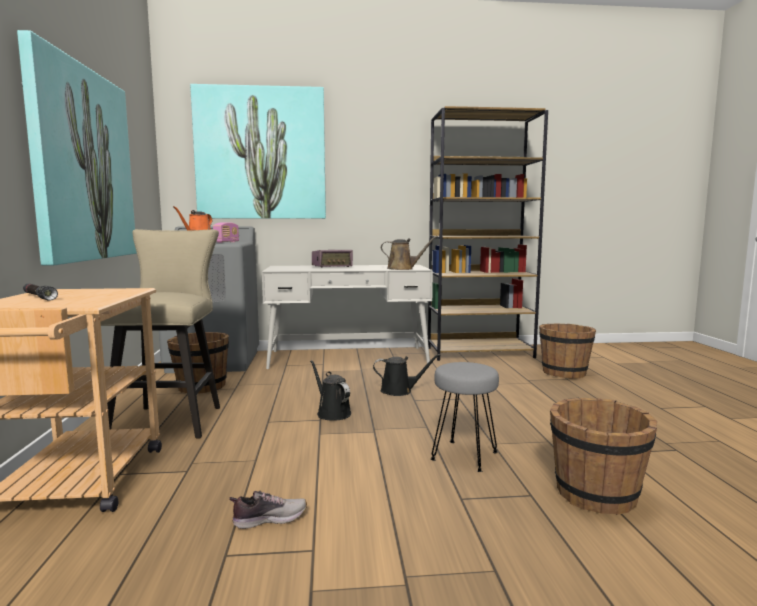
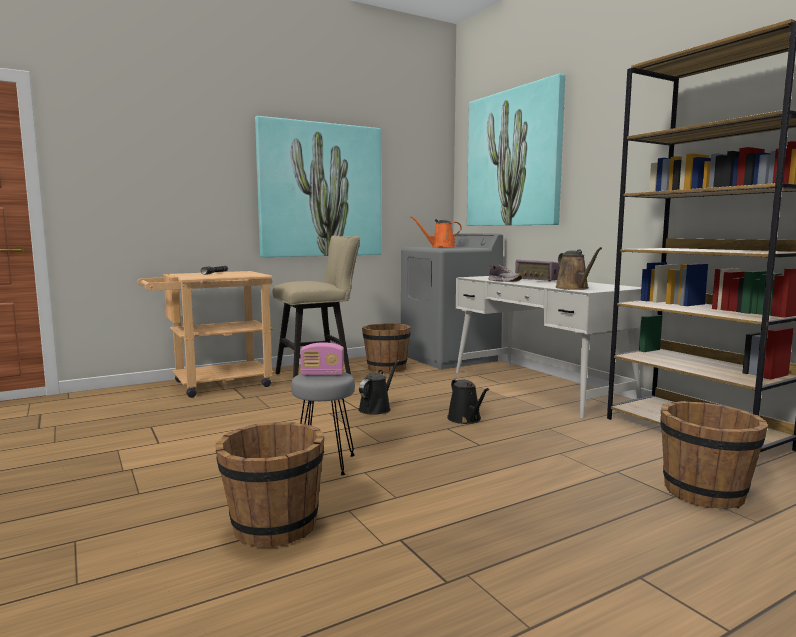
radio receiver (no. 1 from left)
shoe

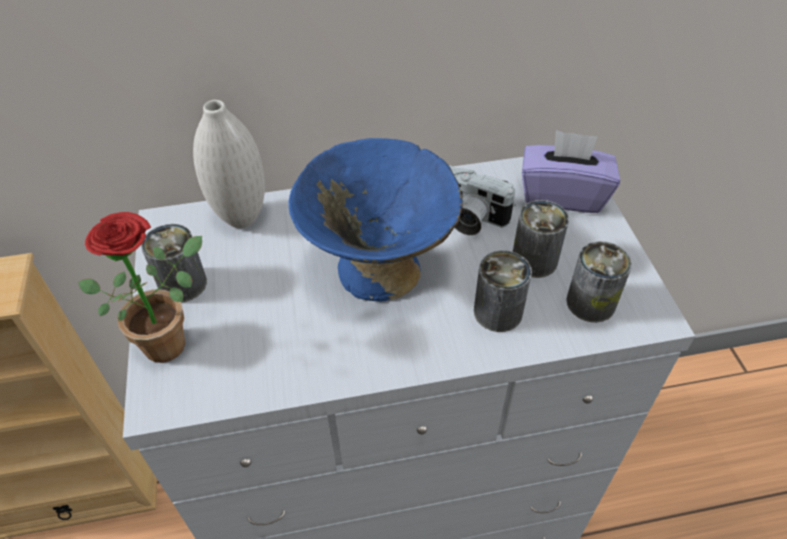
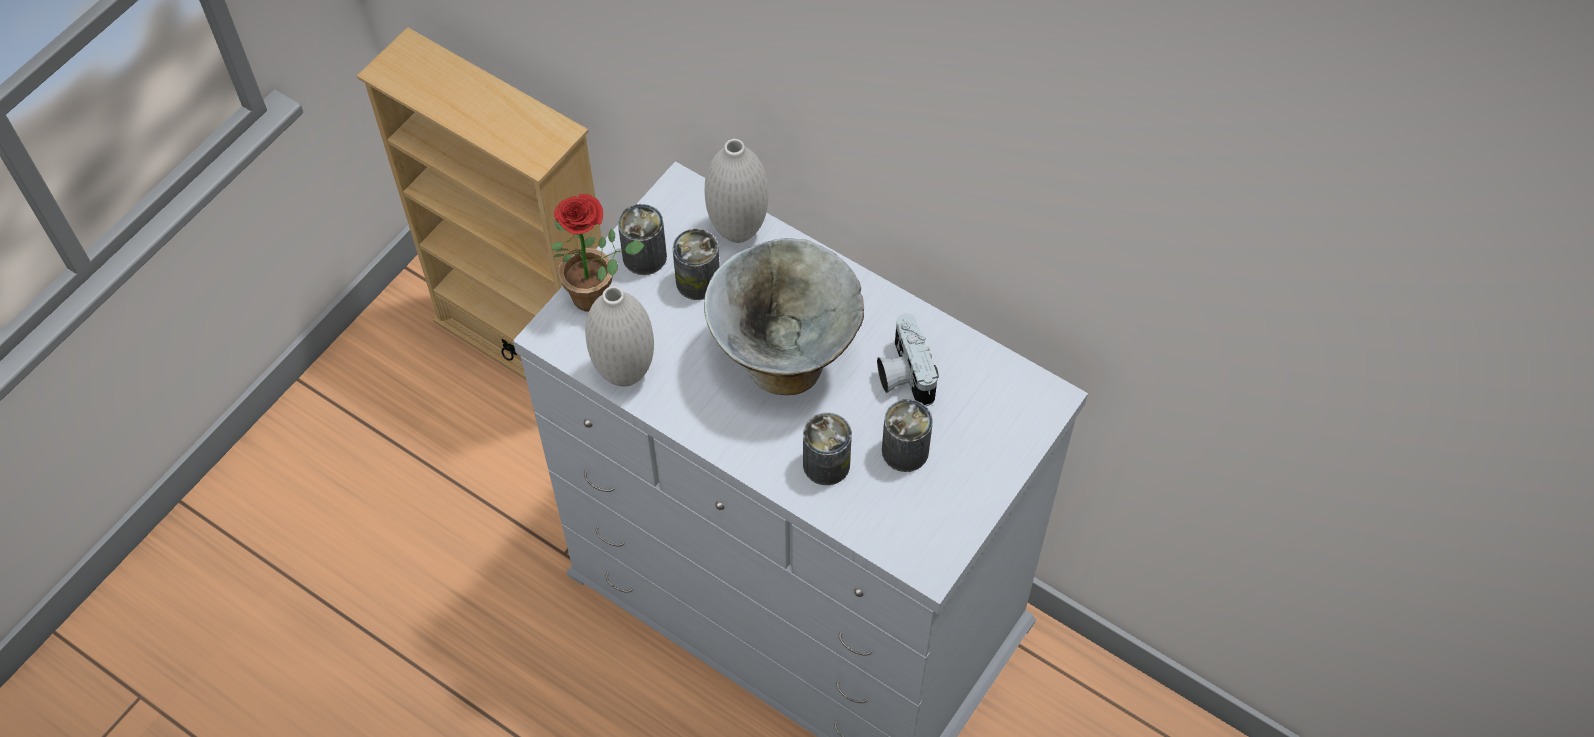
flower vase (whitish) (no. 1 from left)
metal can (no. 2 from left)
bowl (grey)
box of tissues (purple-coloured)

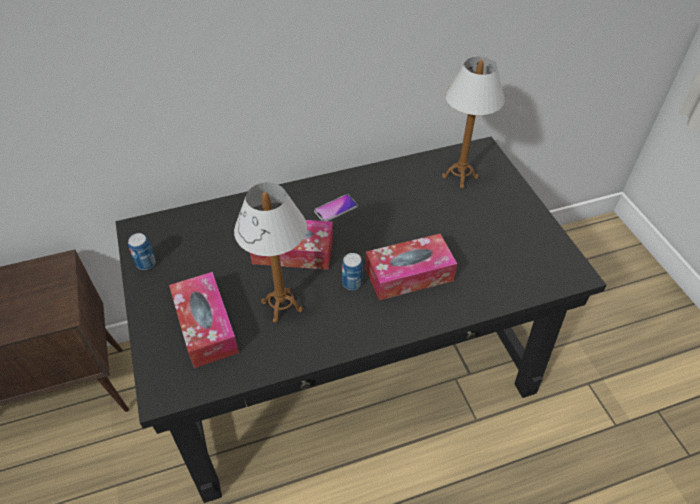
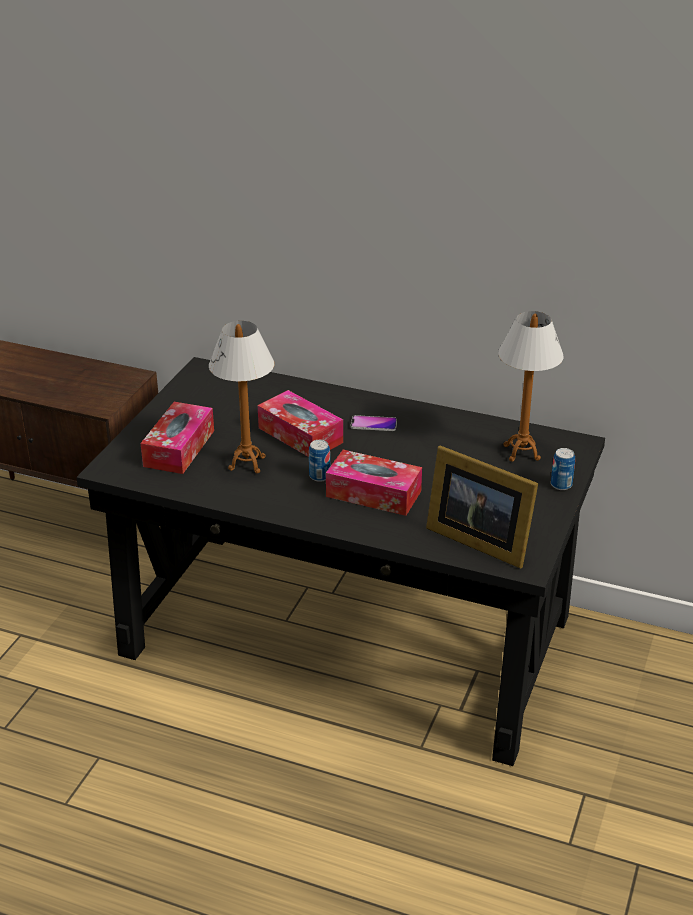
standing frame
metal can (no. 2 from left)

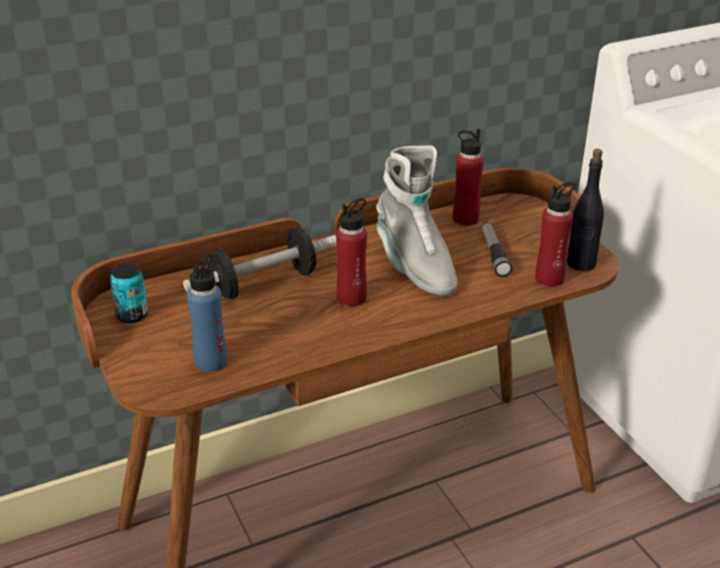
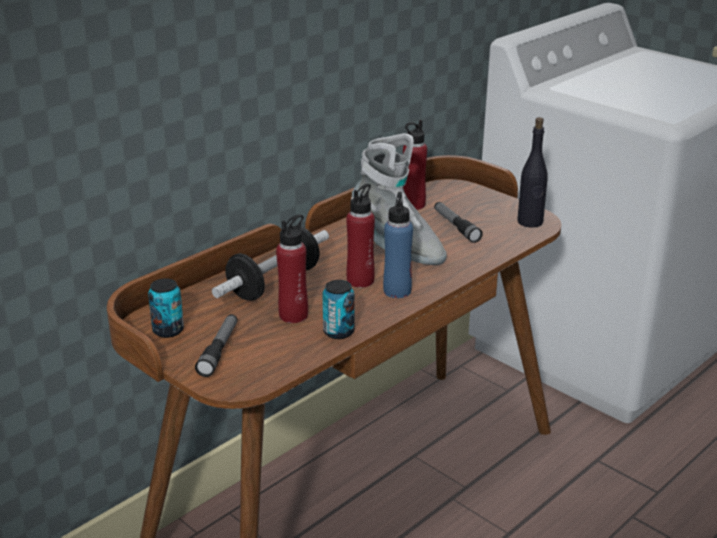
hand torch (no. 1 from left)
beverage bottle (red-coloured) (no. 1 from left)
metal can (no. 2 from left)
beverage bottle (blue)

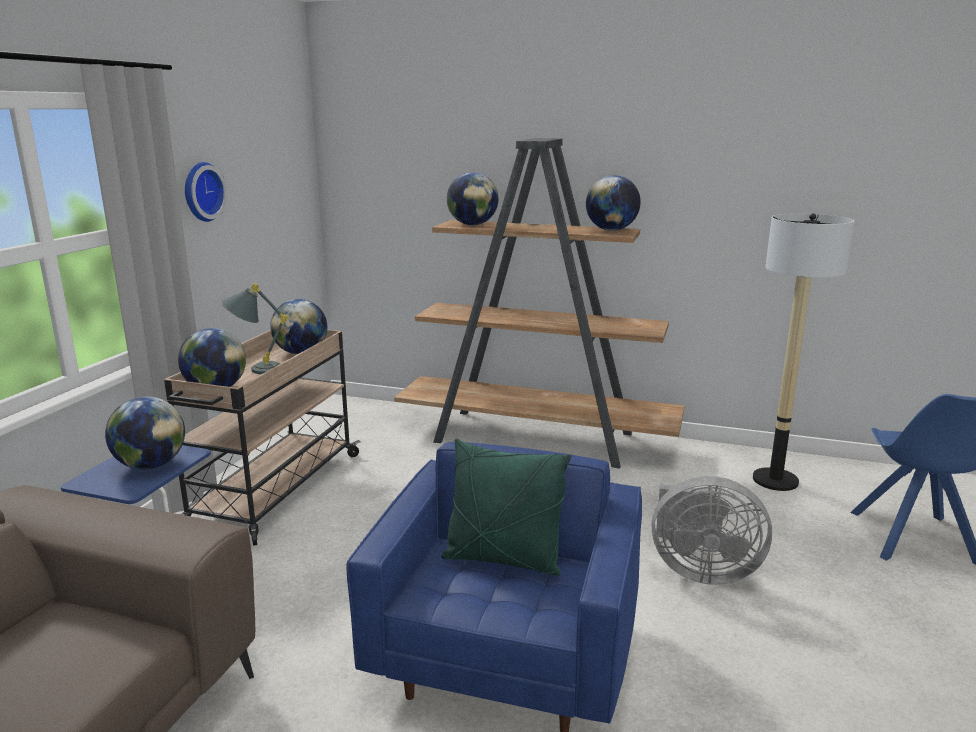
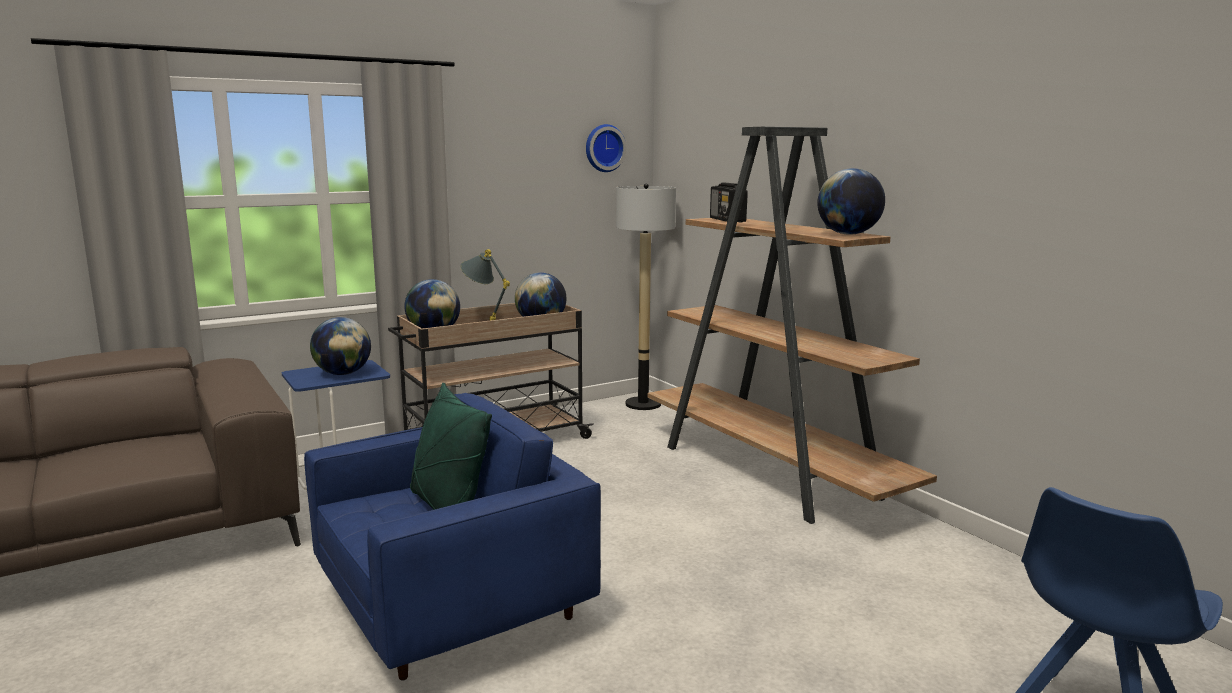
clock on the wall
standing lamp
radio receiver
electric fan (grey)

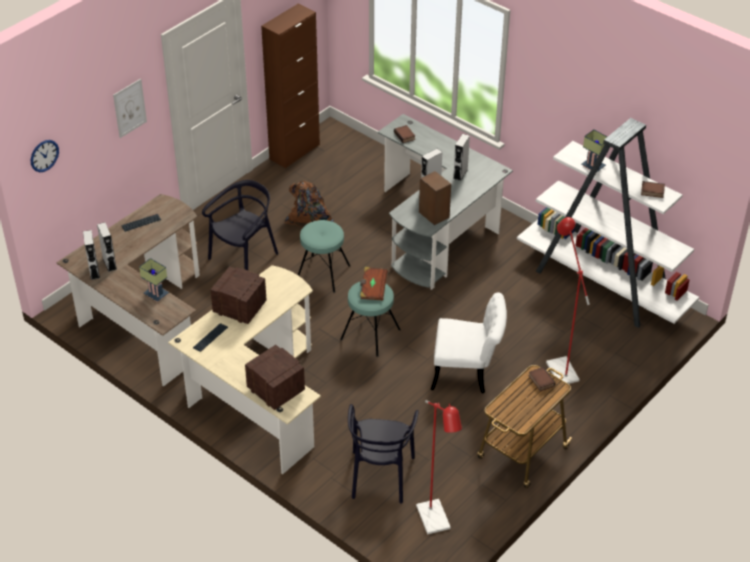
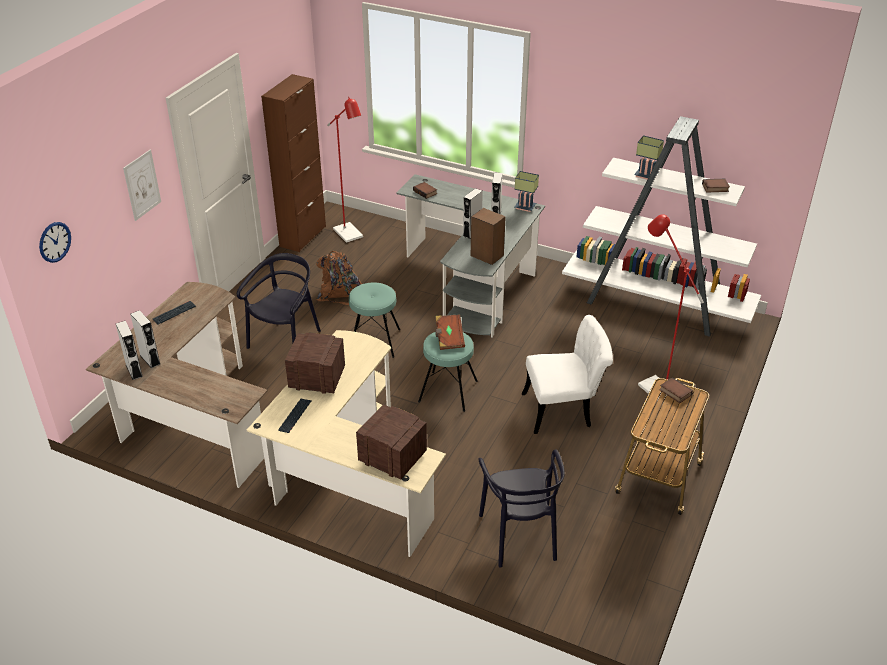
standing lamp (red-coloured) (no. 1 from left)
lamp for a table (no. 1 from left)

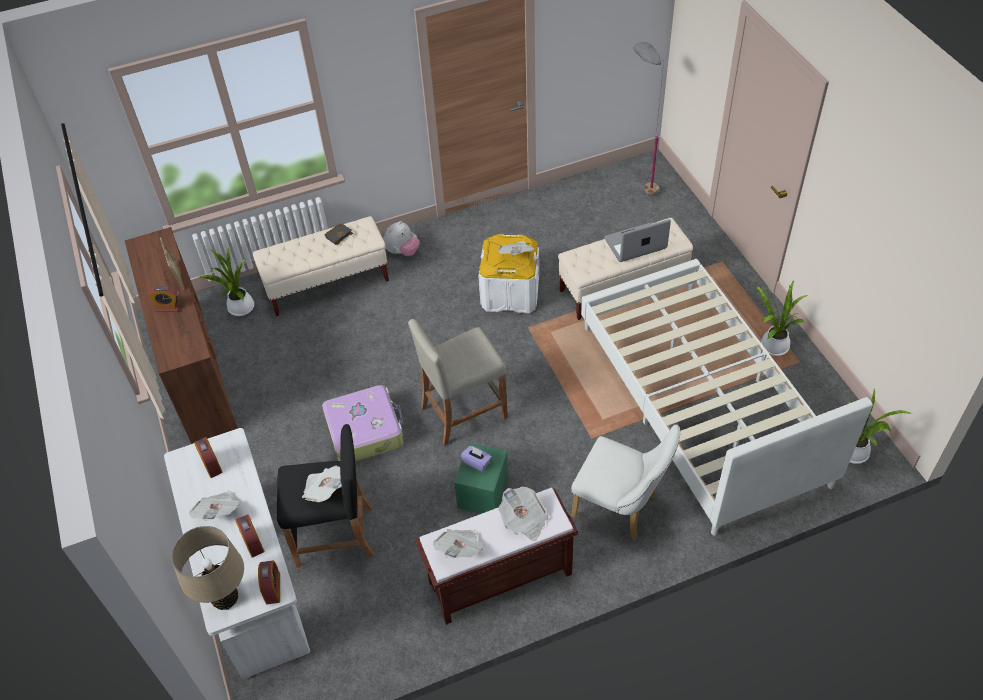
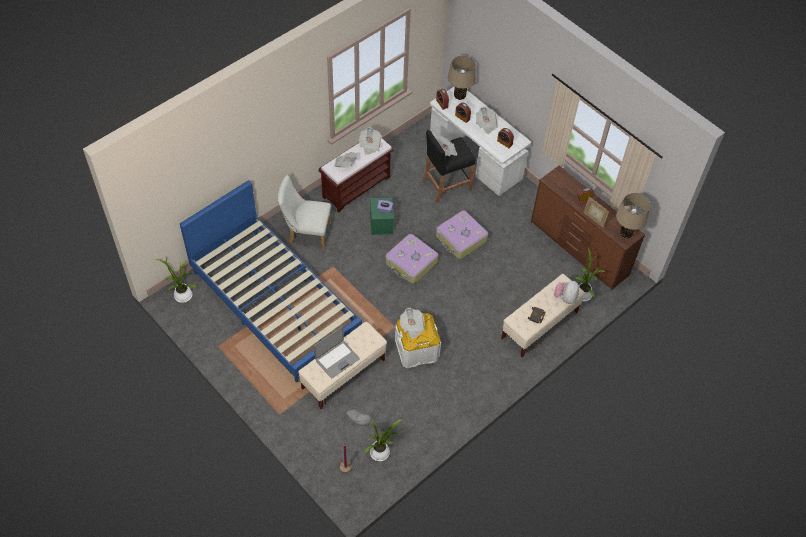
bedroom bed (blue)
plant in a pot (no. 2 from left)
travel case (no. 1 from left)
cuddly toy
lamp for a table (beige-coloured) (no. 2 from left)

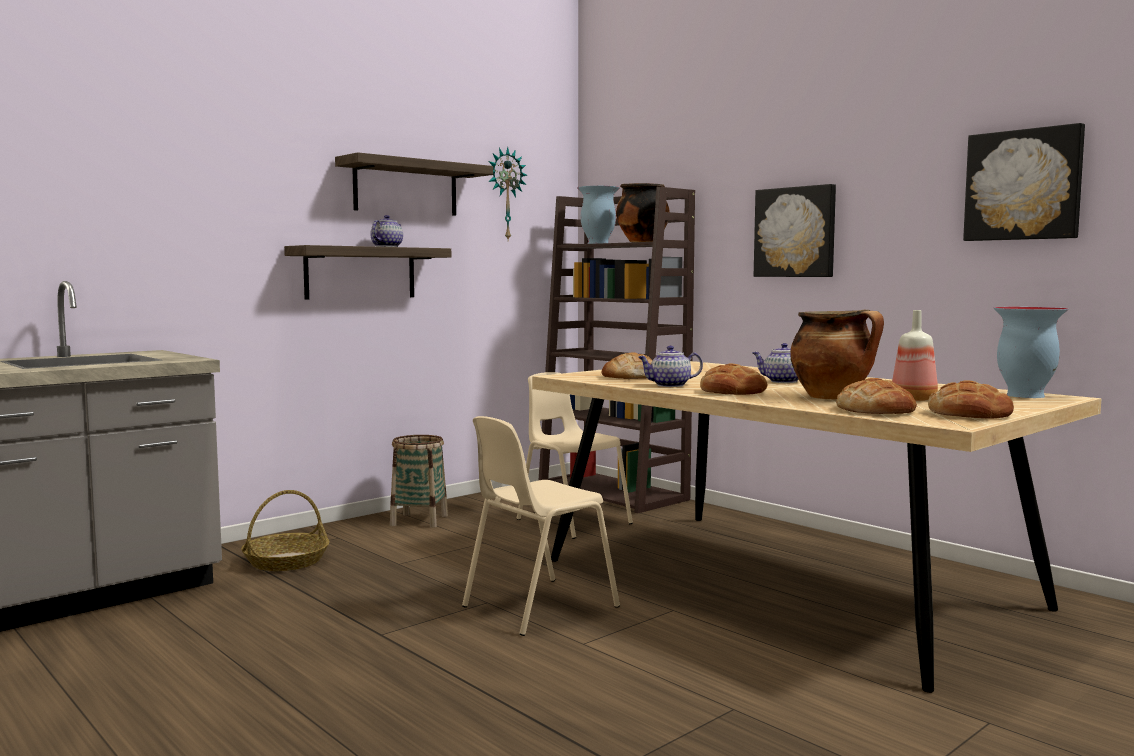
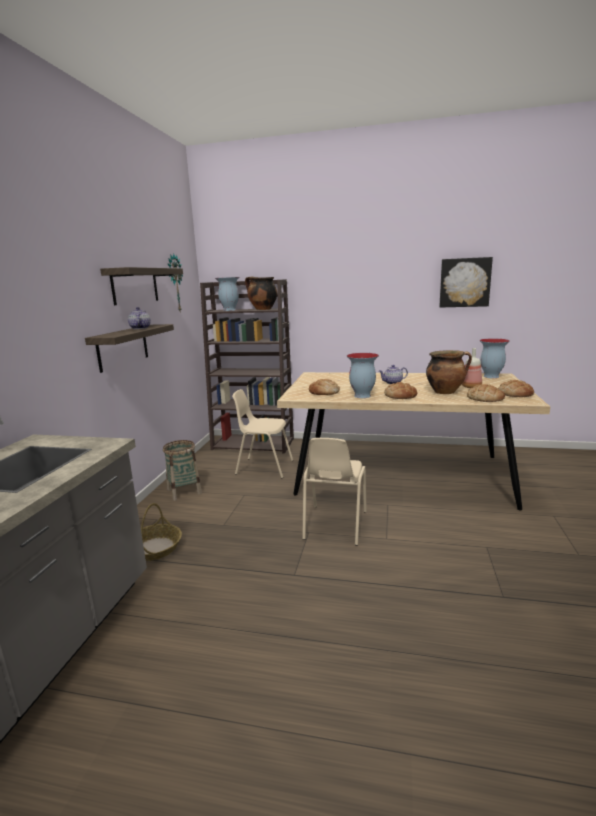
flower vase (no. 2 from left)
wall picture (no. 1 from left in the first image)

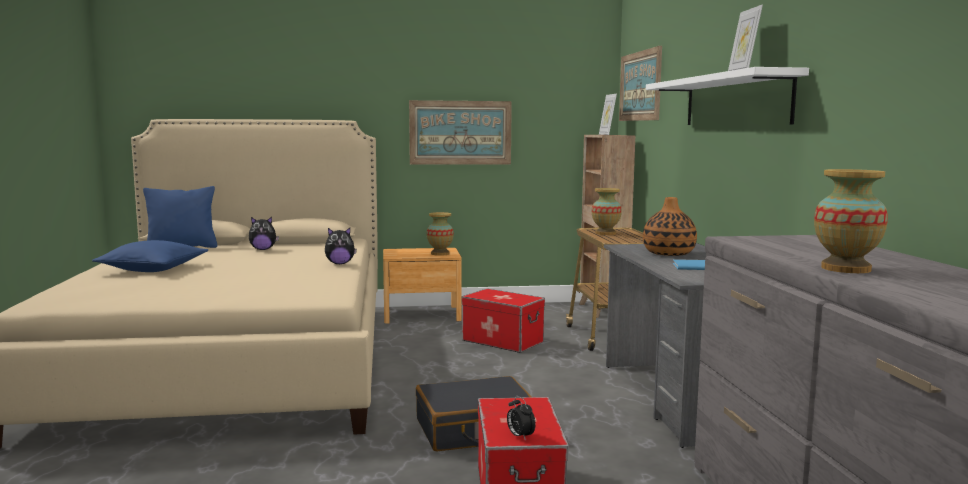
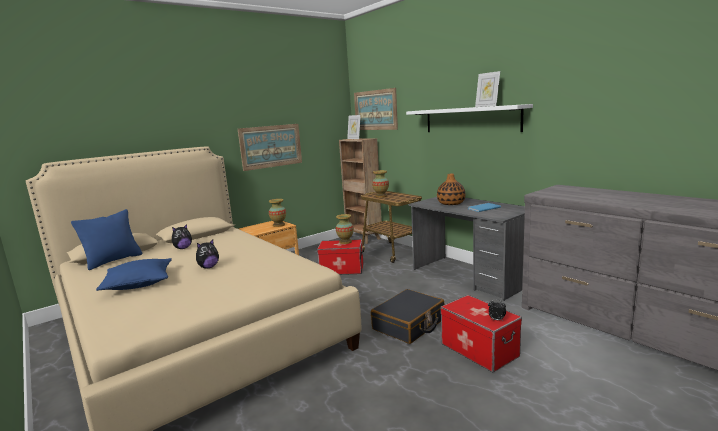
cuddly toy (no. 2 from left)
flower vase (no. 2 from left)

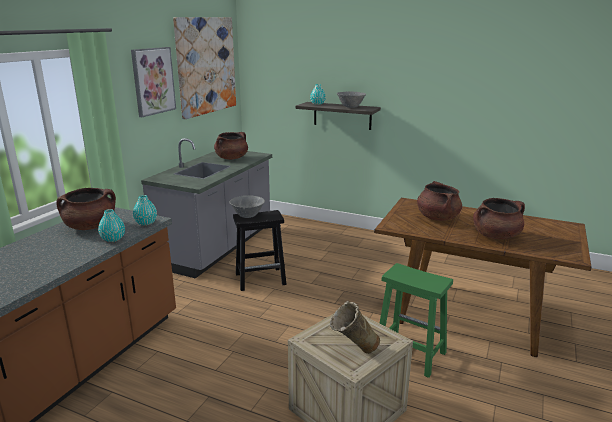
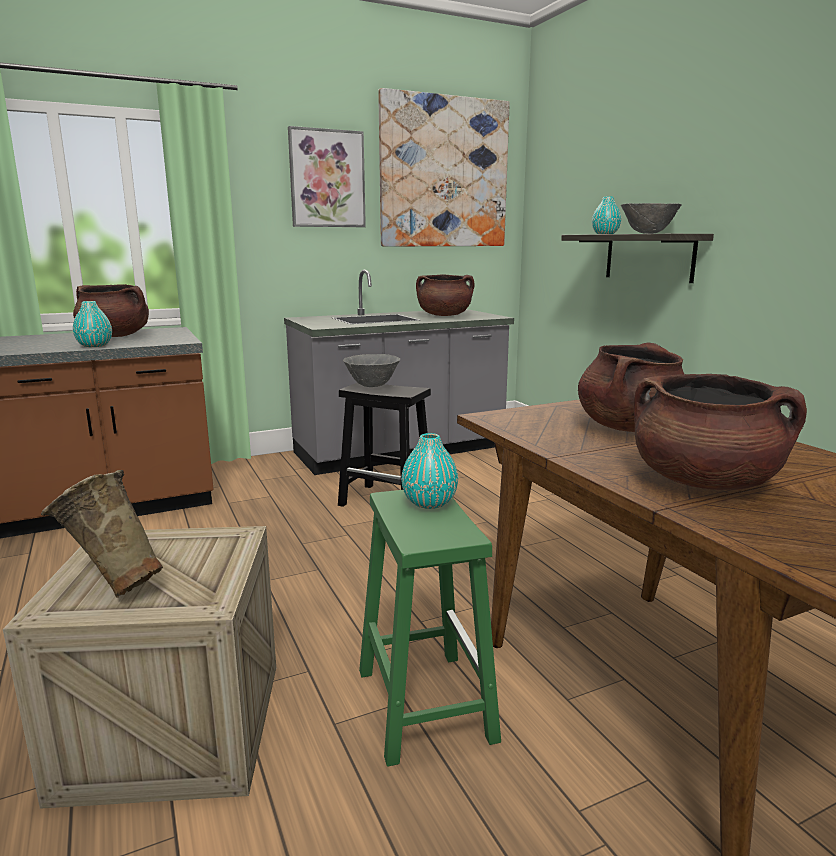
flower vase (turquoise) (no. 2 from left)

